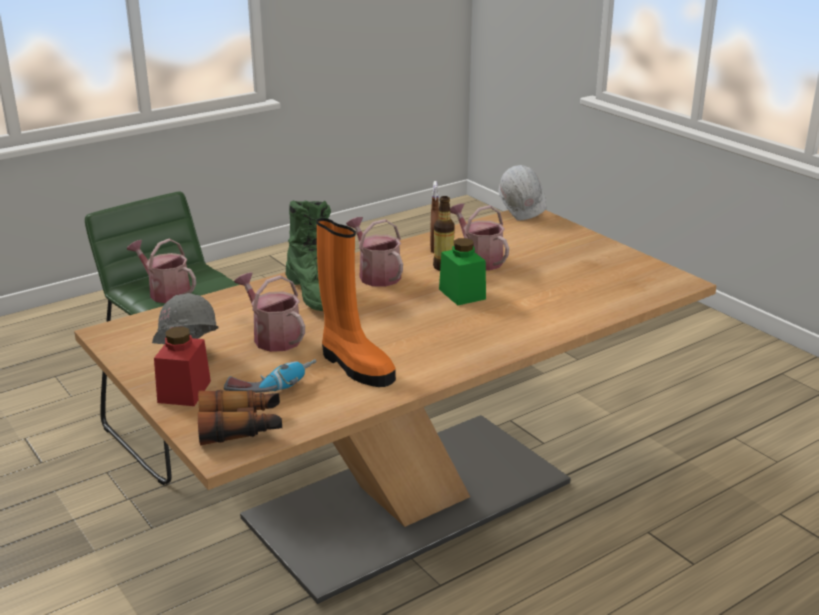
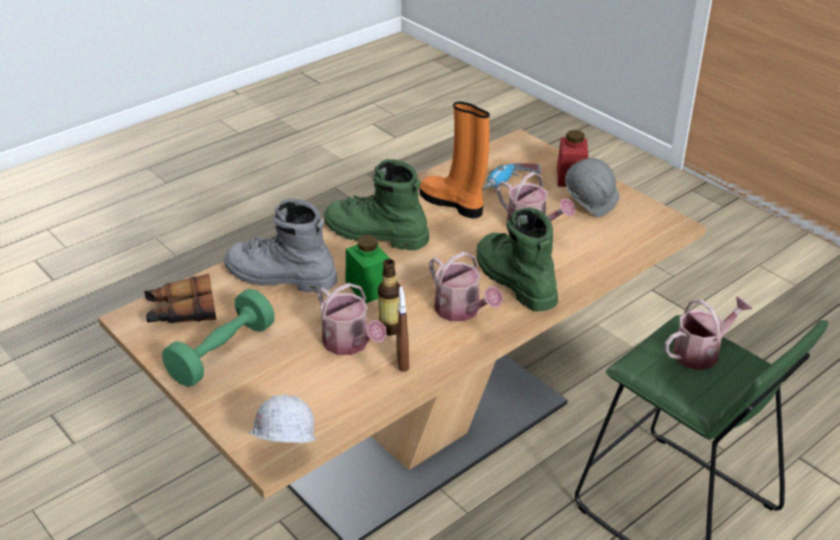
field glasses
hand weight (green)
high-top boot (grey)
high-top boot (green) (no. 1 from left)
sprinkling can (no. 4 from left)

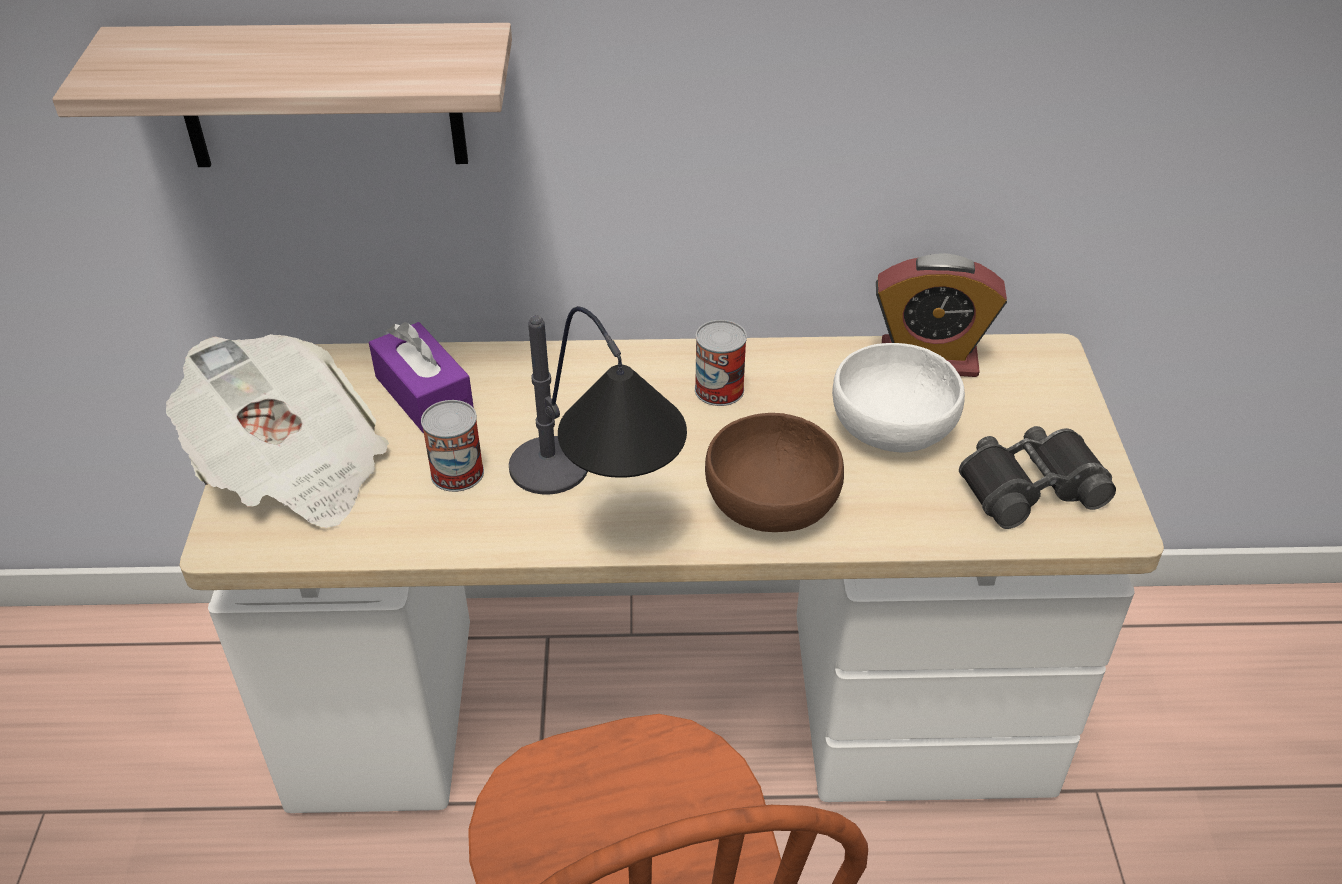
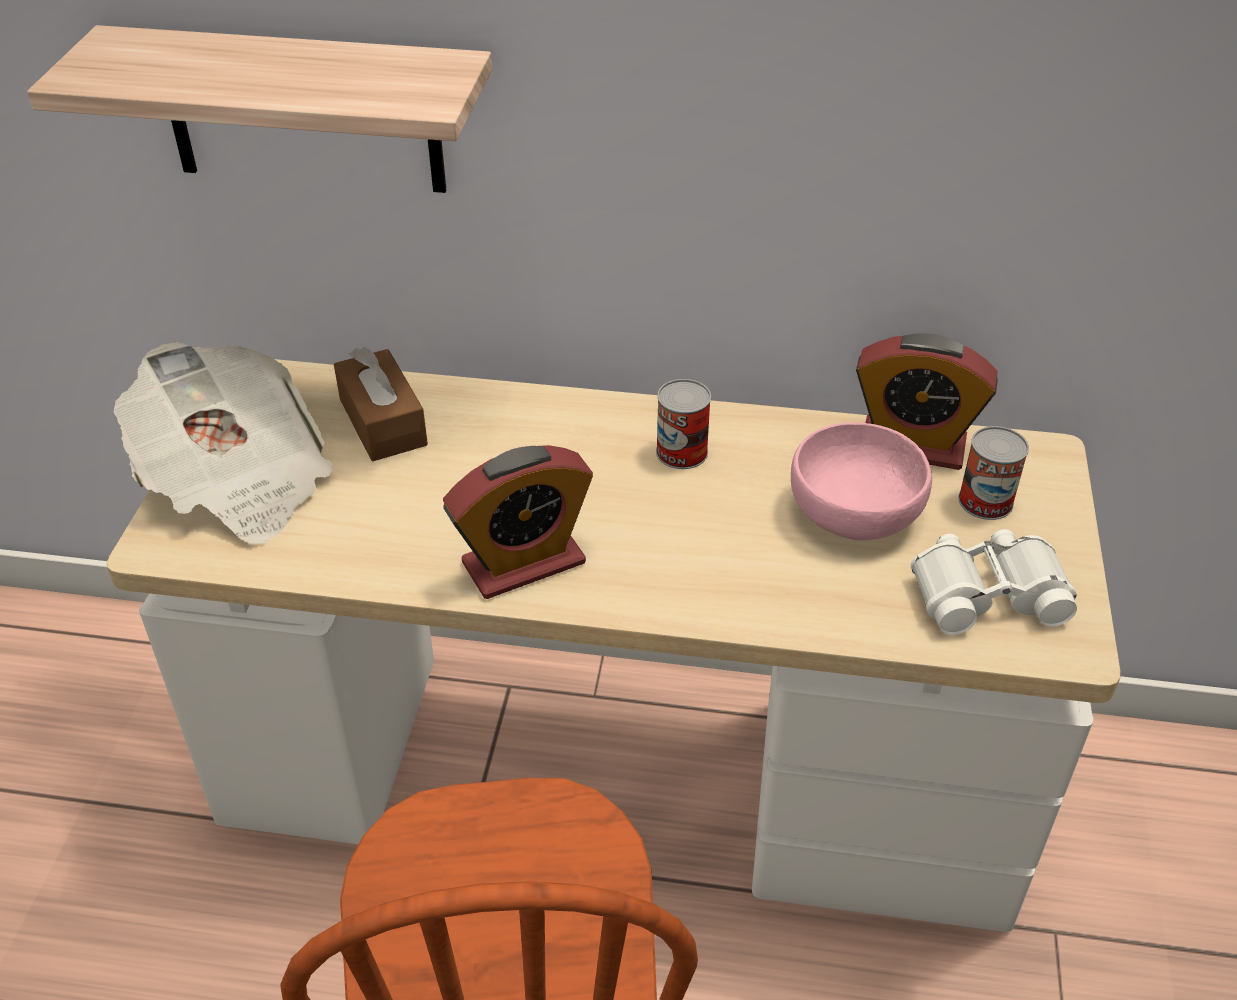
box of tissues (brown)
table clock (no. 1 from left)
bowl (pink-coloured)
field glasses (whitish)
metal can (no. 2 from left)
bowl (brown)

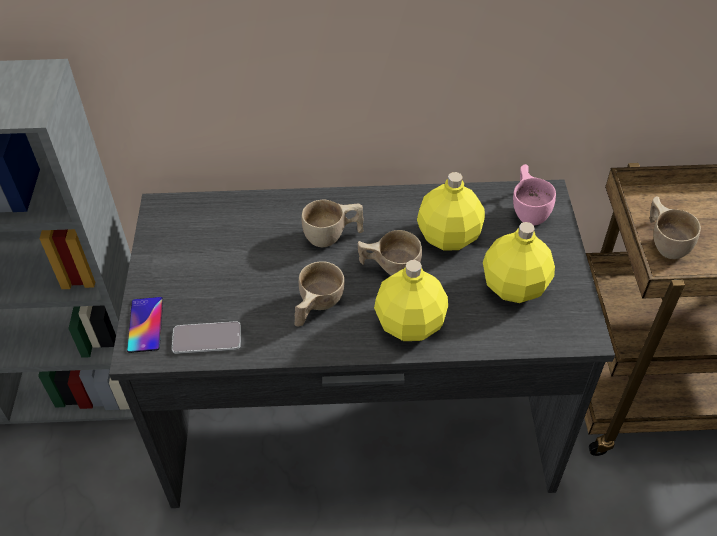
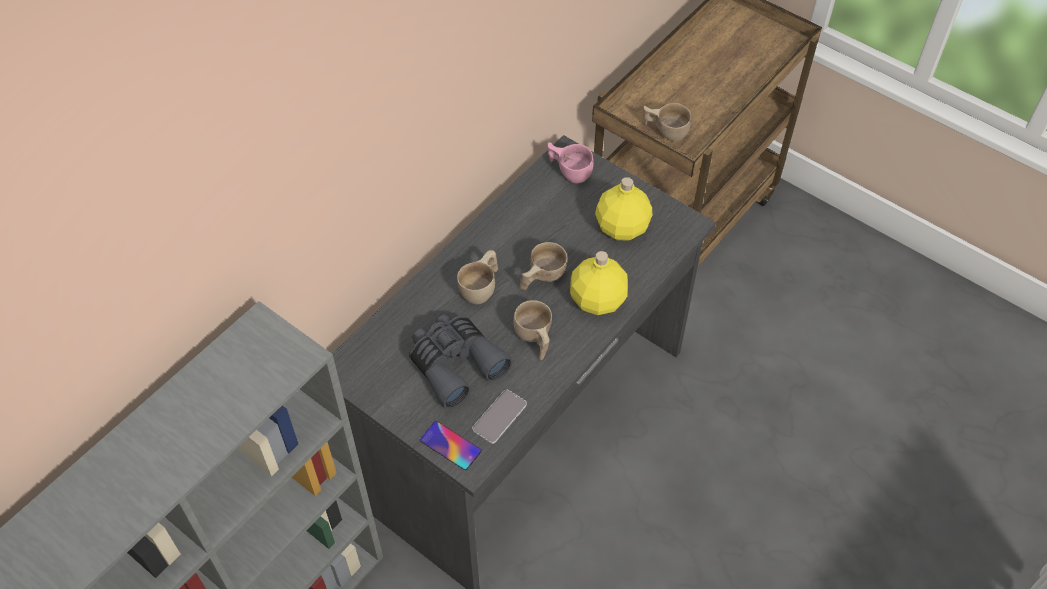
field glasses (grey)
beverage bottle (yellowish) (no. 2 from left in the first image)

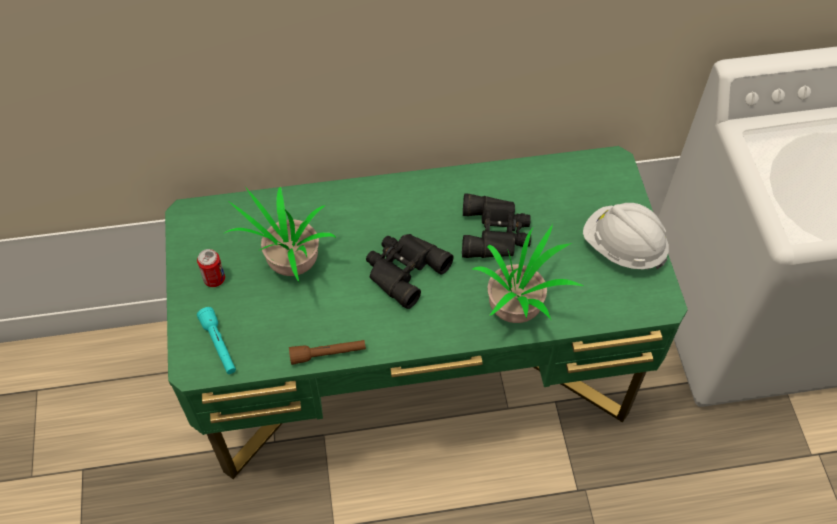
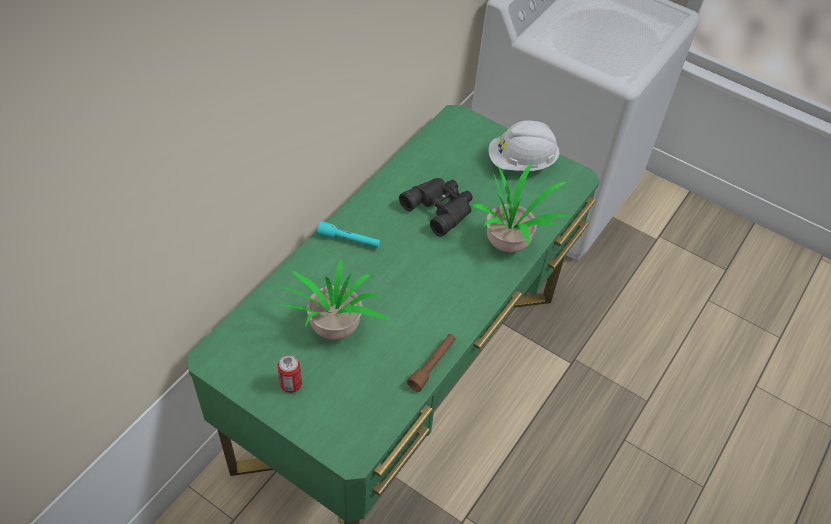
hand torch (turquoise)
field glasses (blackish) (no. 1 from left in the first image)

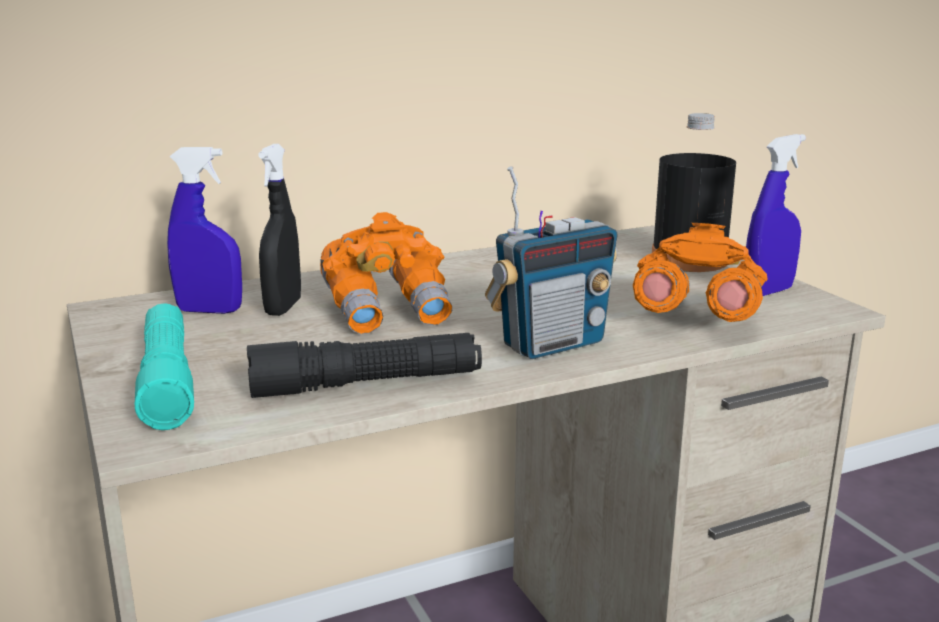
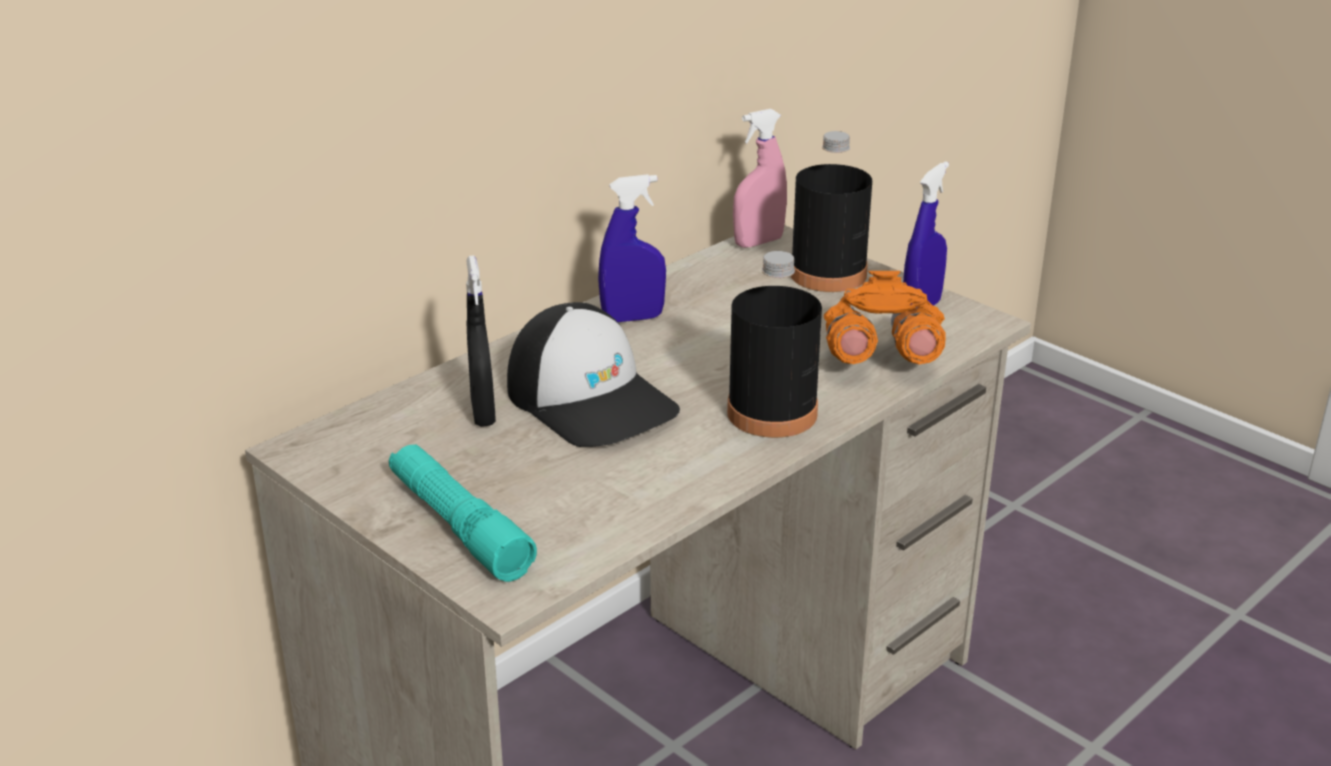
baseball cap
spray bottle (blue) (no. 1 from left)
beverage bottle (blackish) (no. 1 from left)
spray bottle (pink-coloured)
hand torch (blackish)

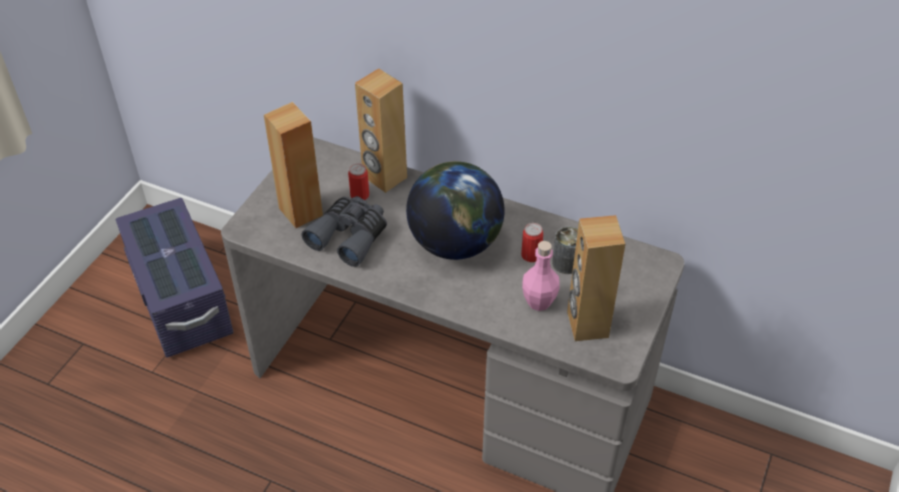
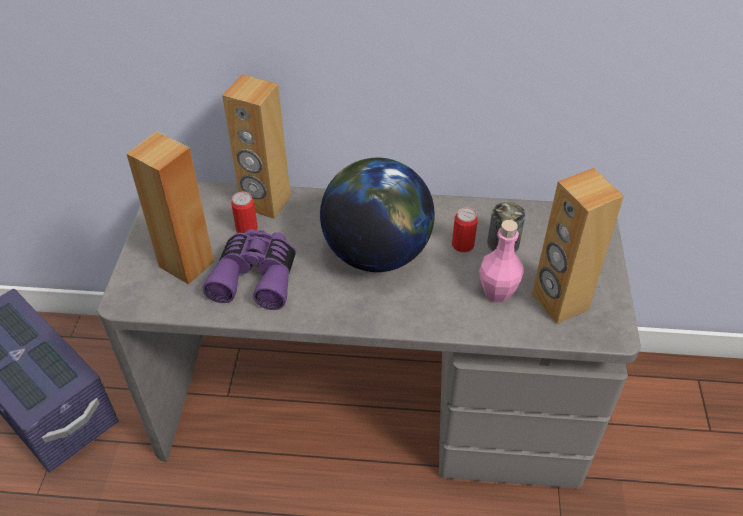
field glasses (purple-coloured)

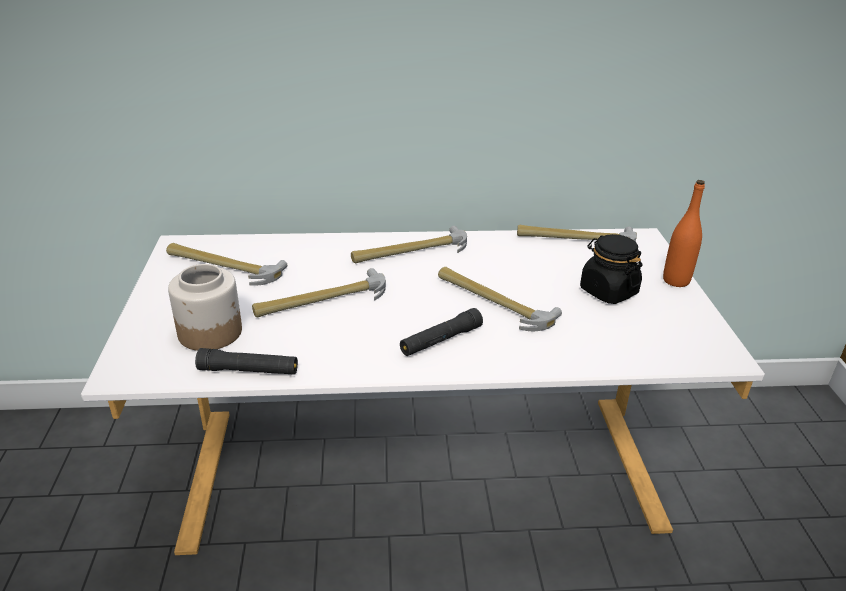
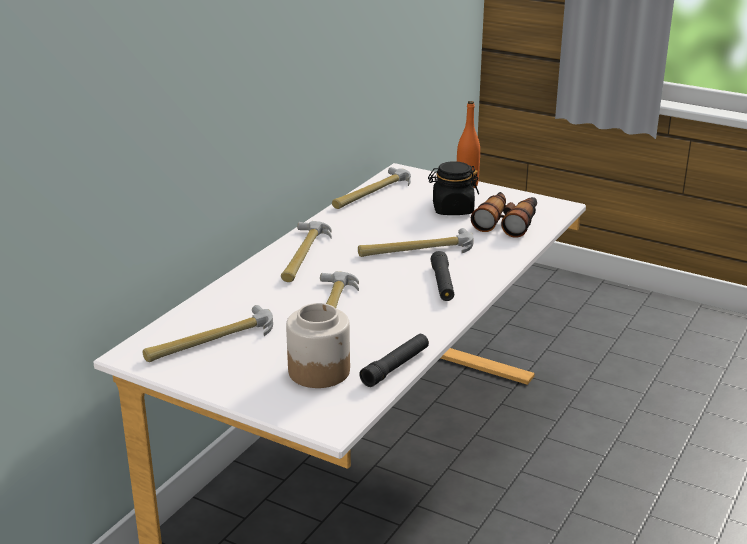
field glasses

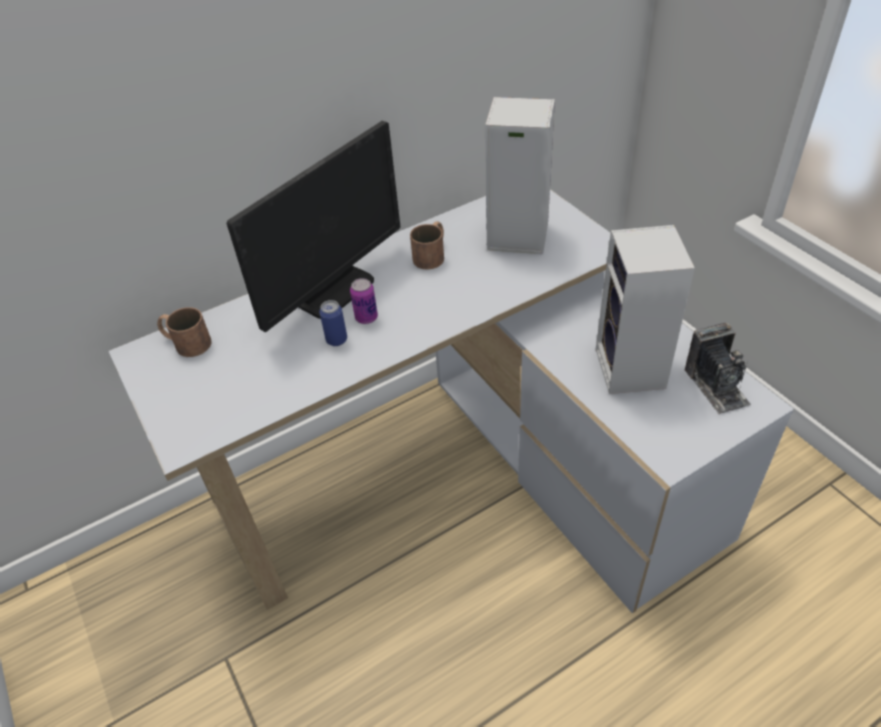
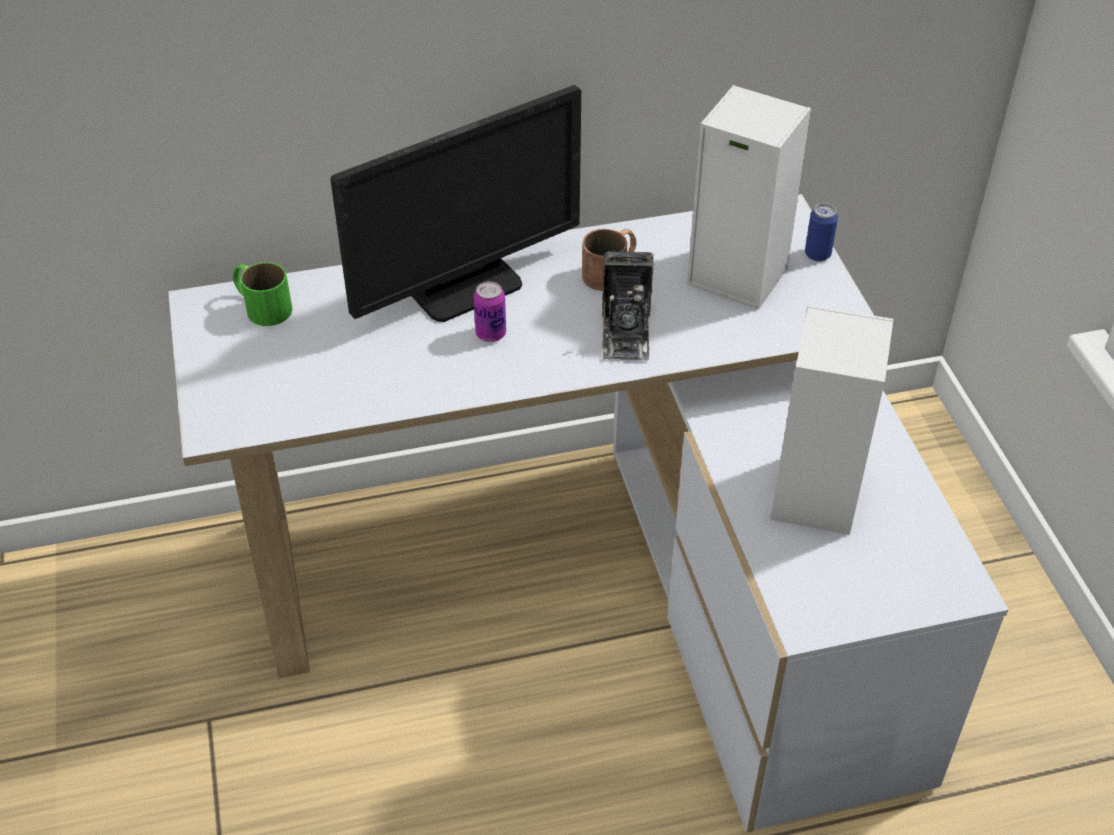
mug (green)
photo camera
metal can (no. 2 from left)

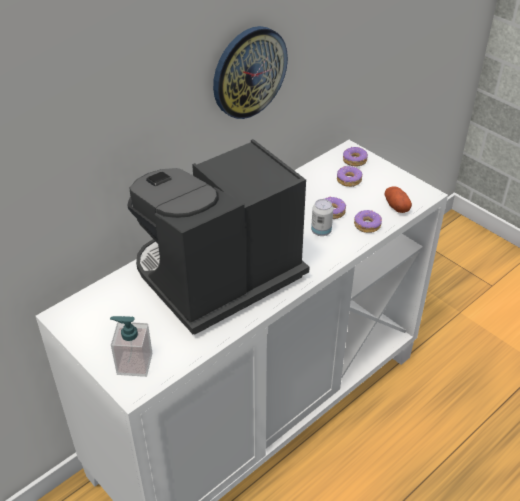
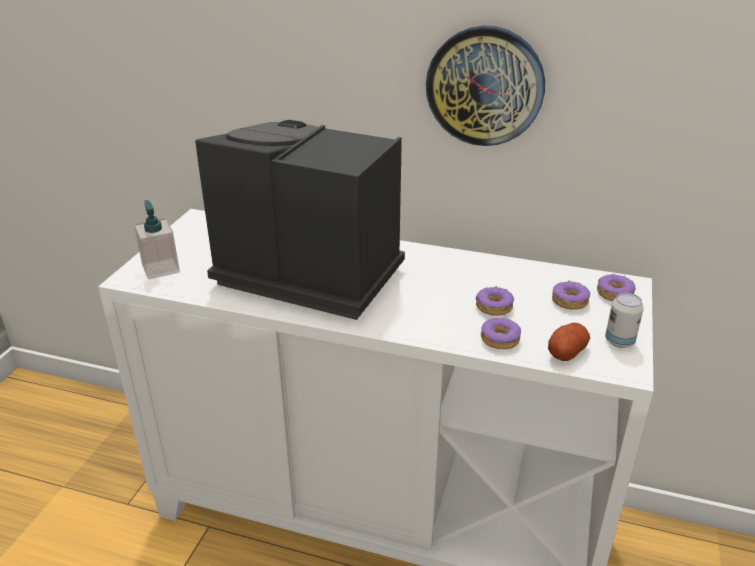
metal can

